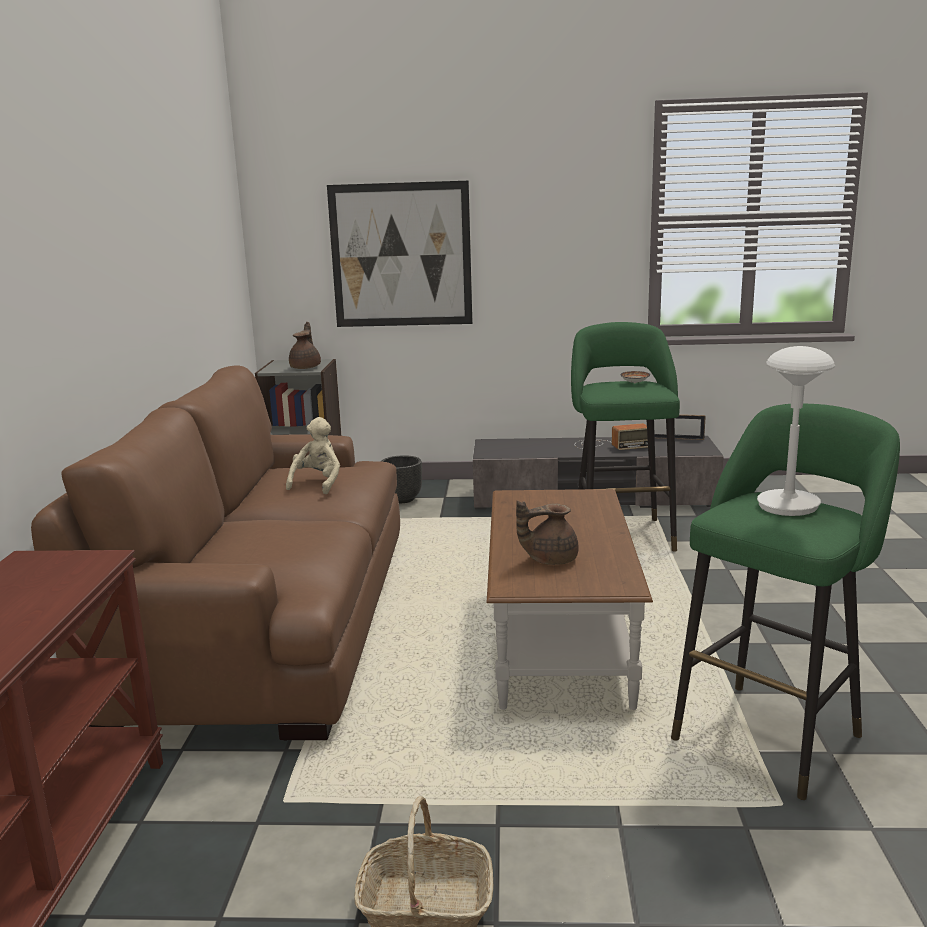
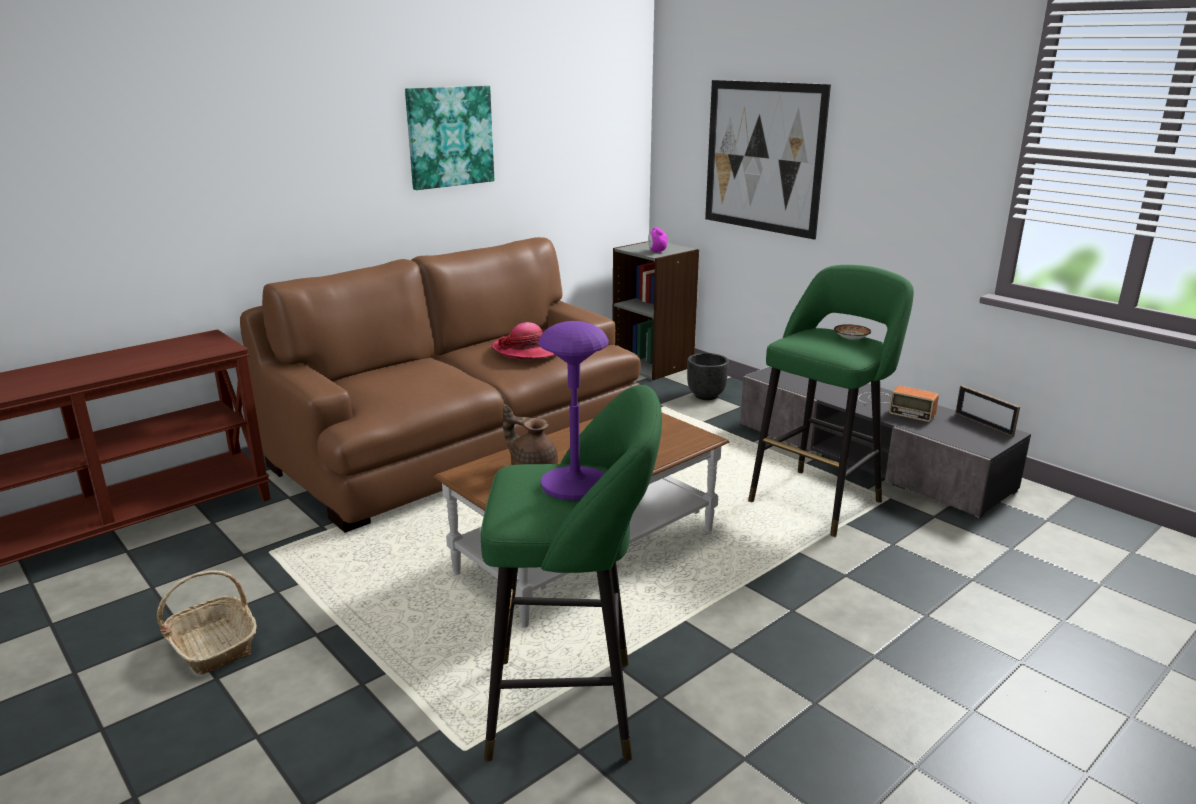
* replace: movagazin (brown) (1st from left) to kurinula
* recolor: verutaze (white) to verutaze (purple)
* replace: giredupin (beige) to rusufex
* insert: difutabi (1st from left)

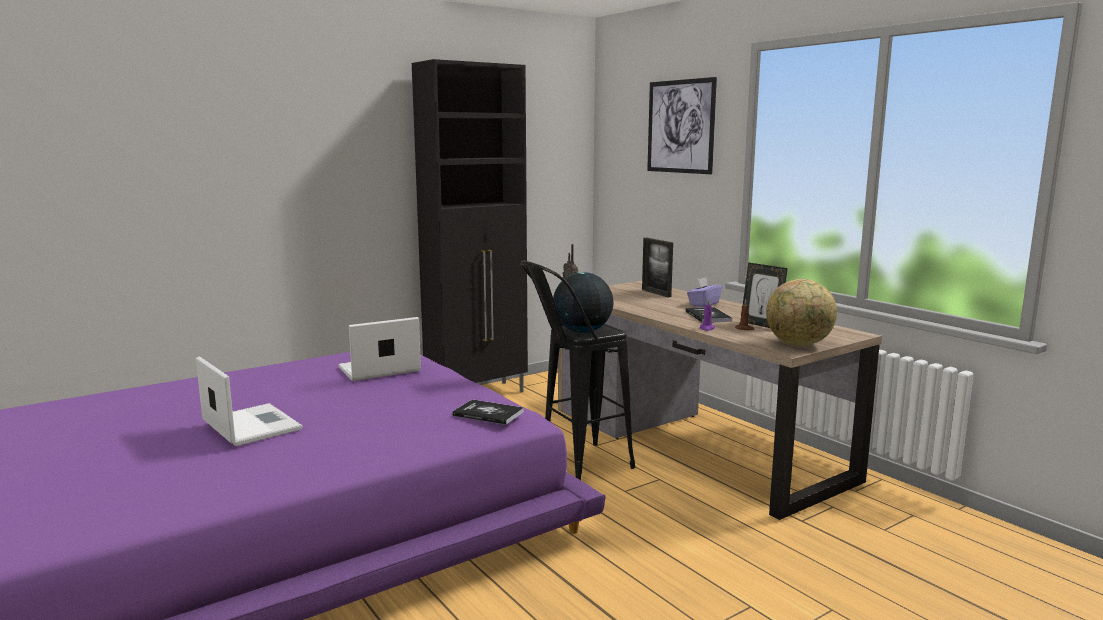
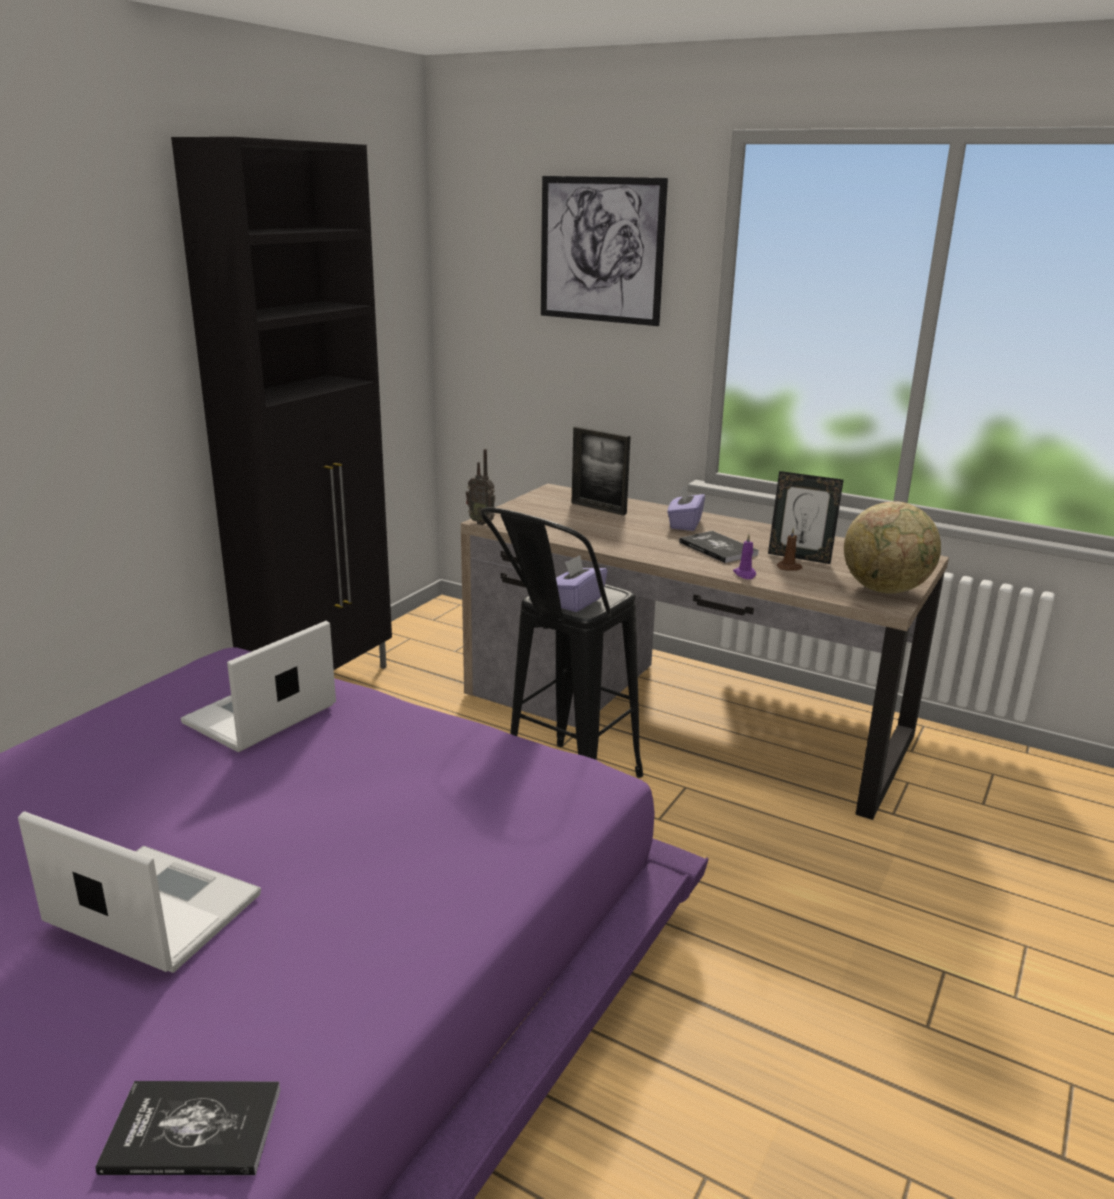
* replace: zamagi (1st from left) to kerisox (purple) (1st from left)
* move: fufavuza (1st from left)

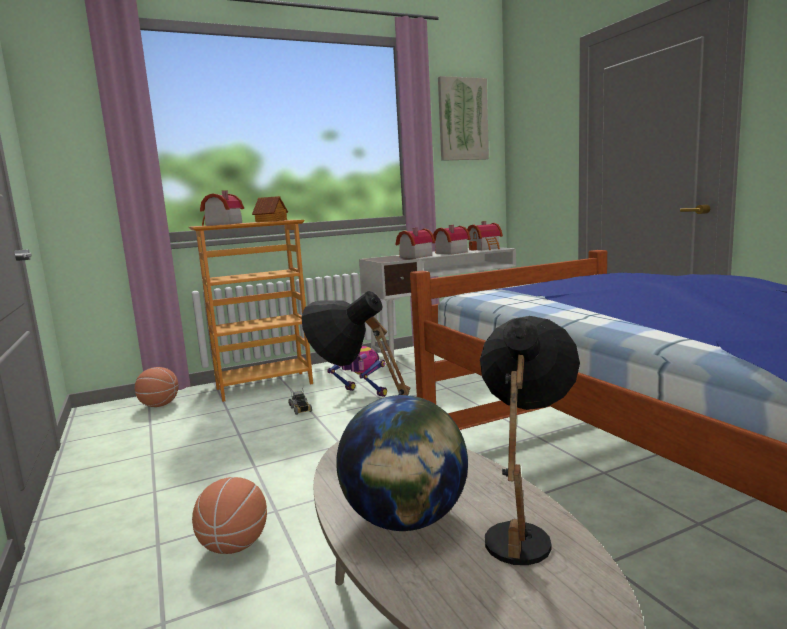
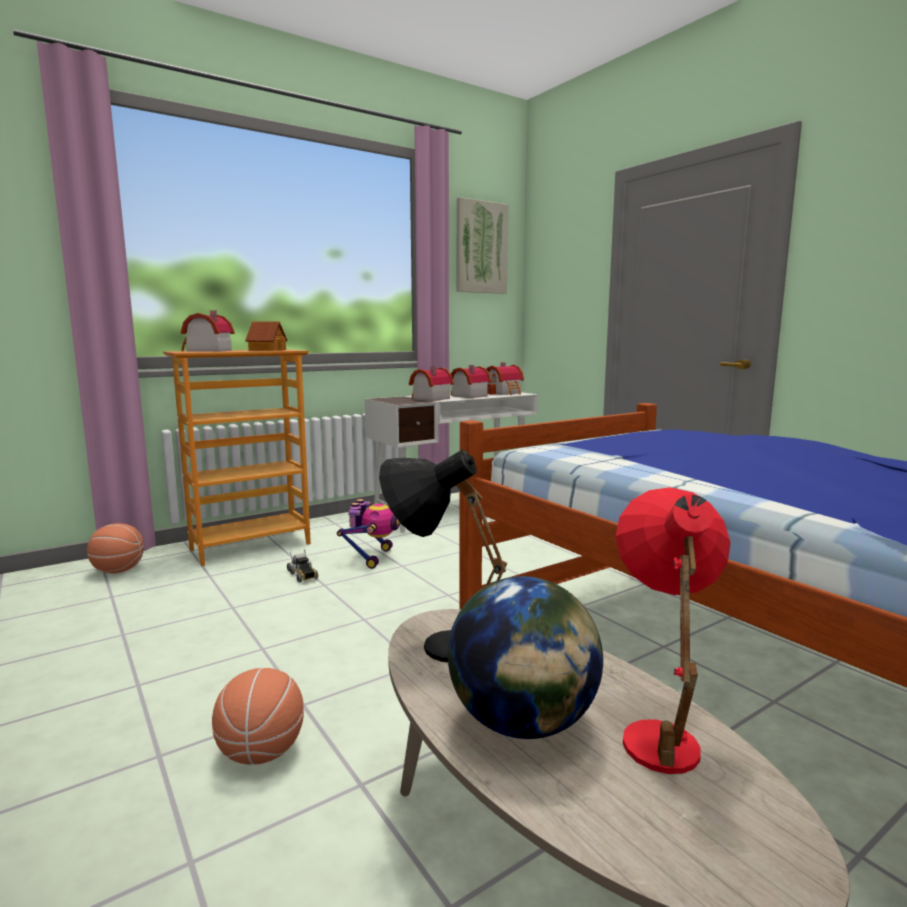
* recolor: verutaze (black) (2nd from left) to verutaze (red)
* rotate: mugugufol 75 degrees clockwise

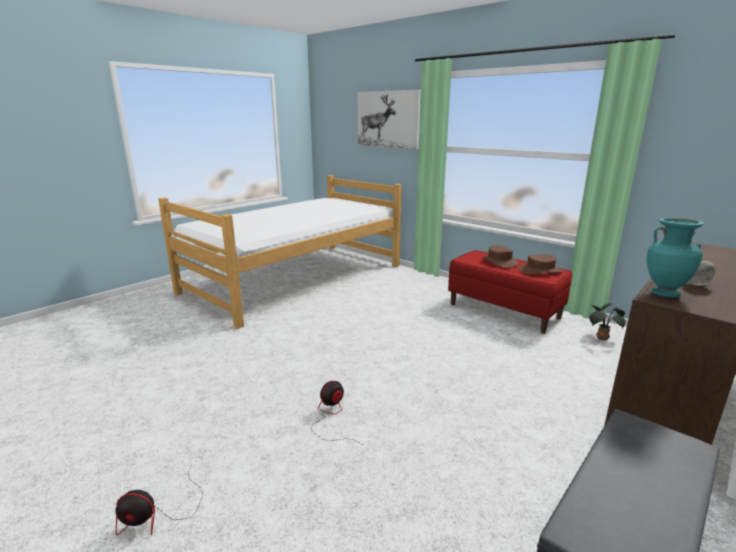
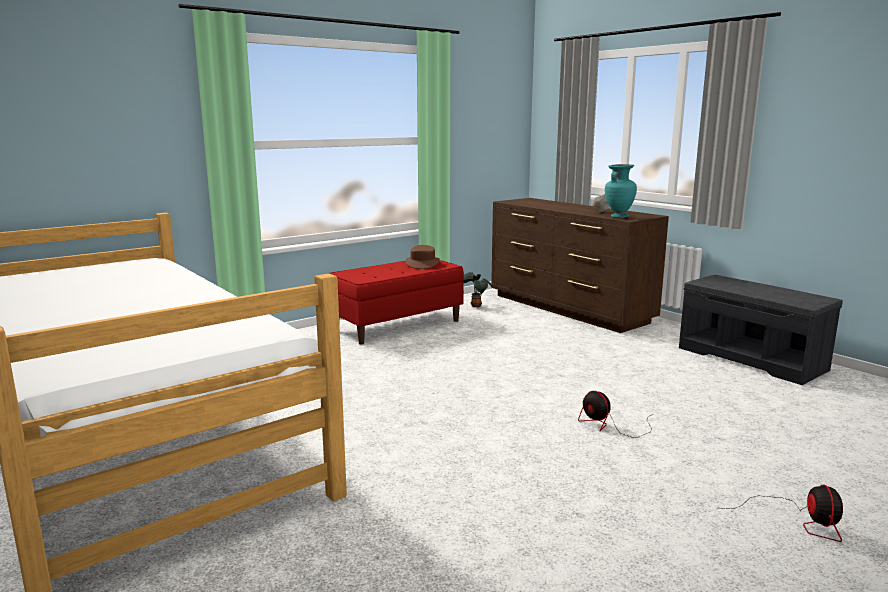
* delete: difutabi
* delete: rusufex (brown) (1st from left)

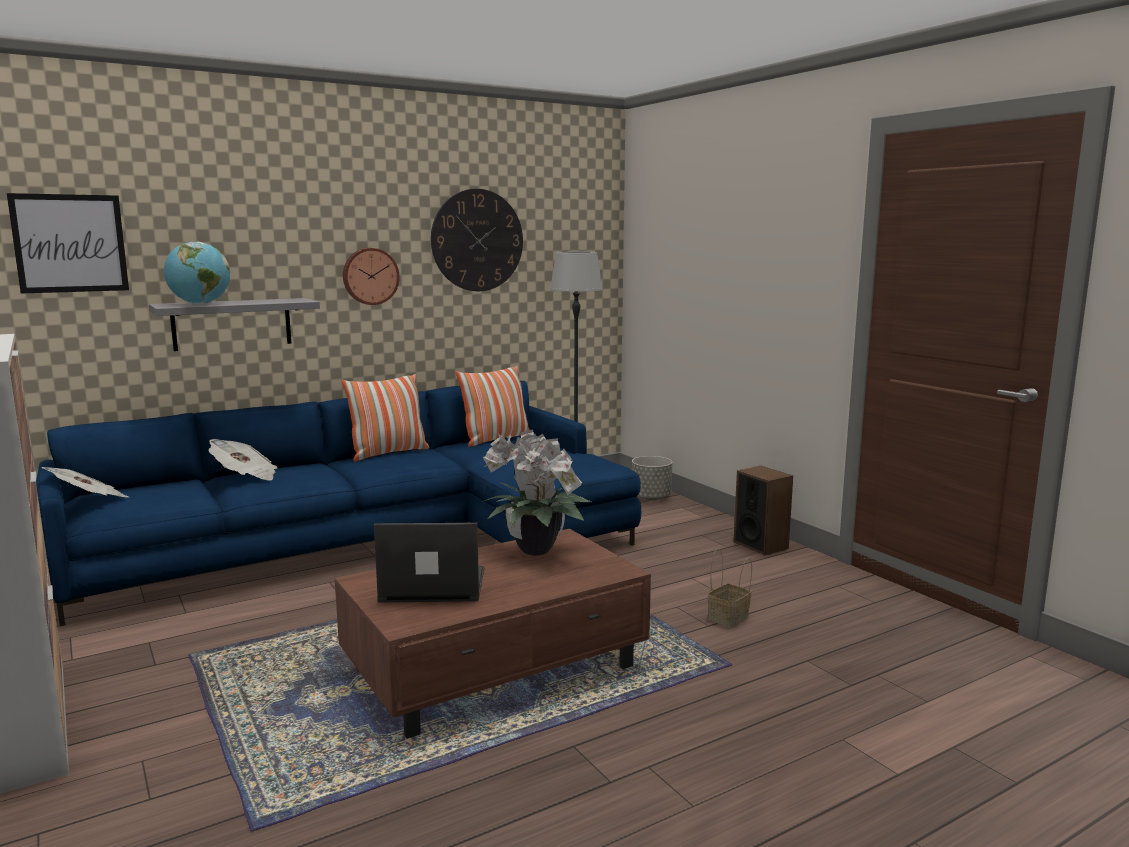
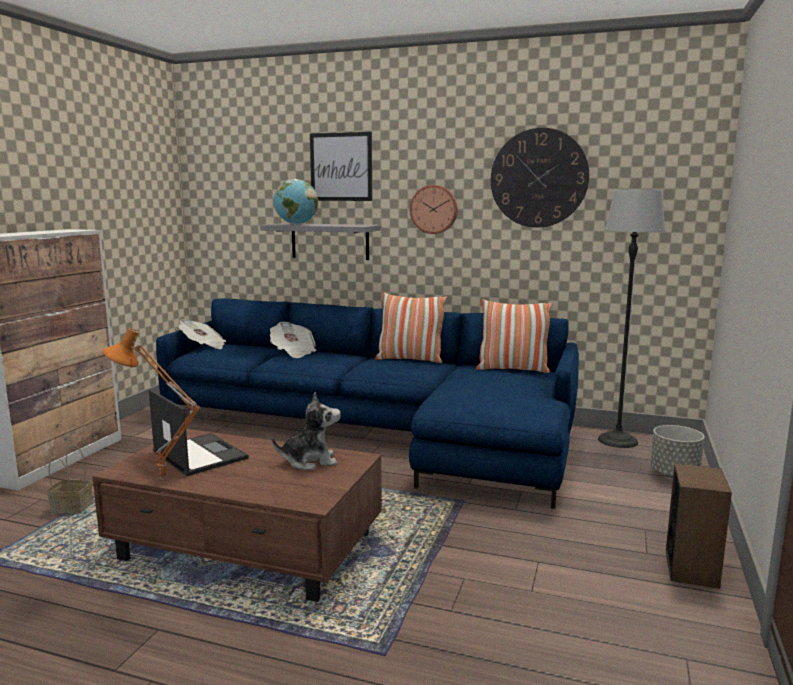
* move: difutabi
* replace: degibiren to giredupin
* move: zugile
* insert: verutaze (orange)

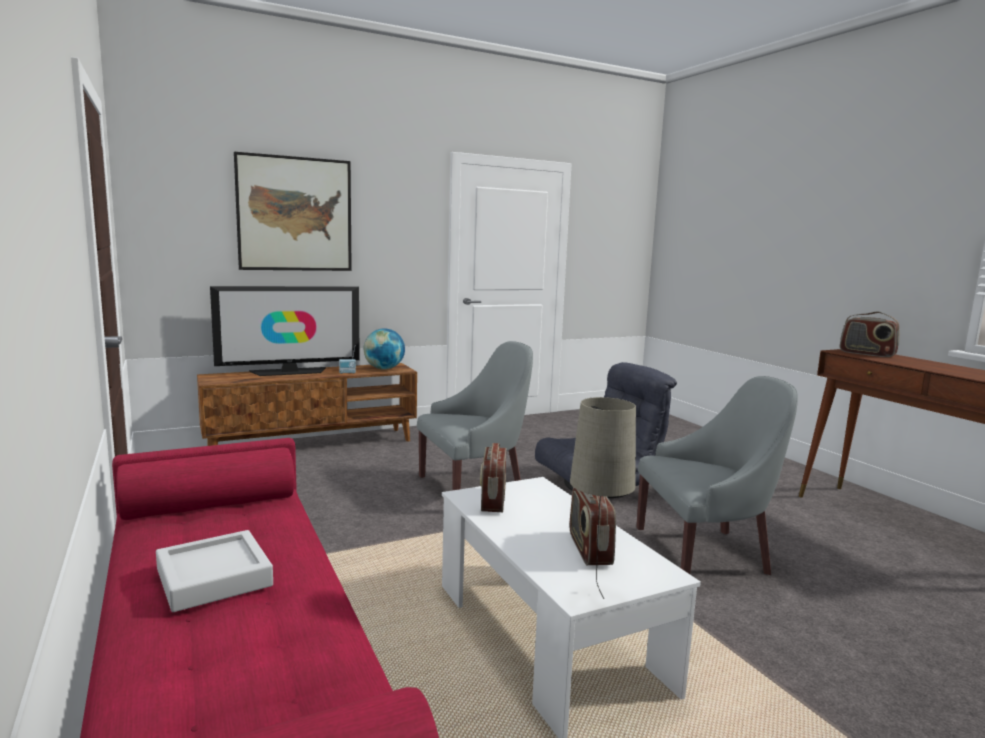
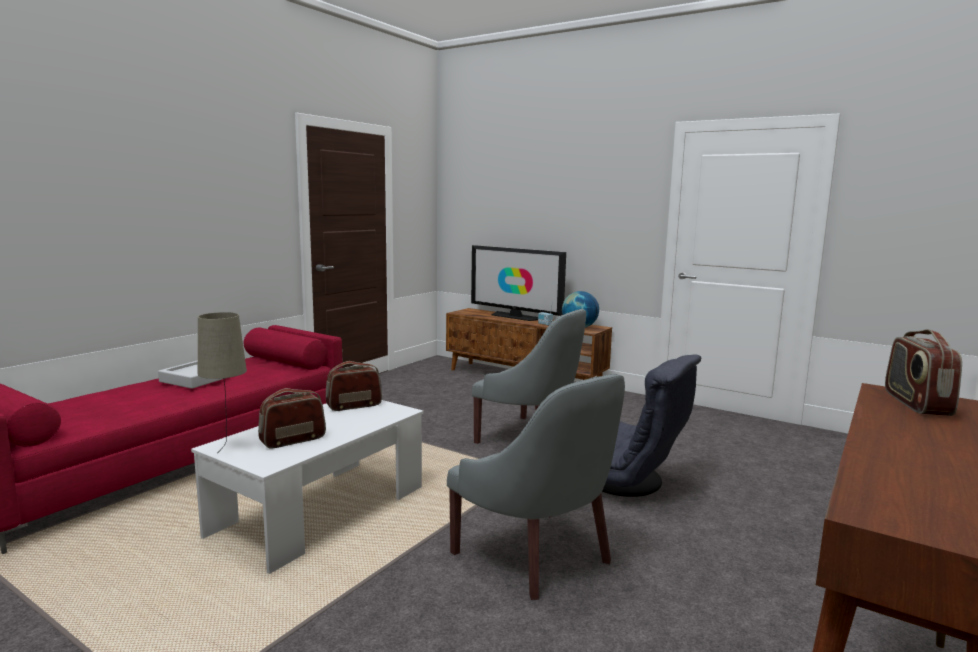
* delete: difutabi

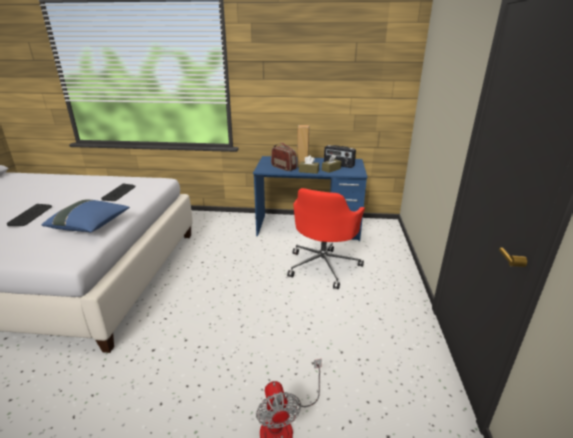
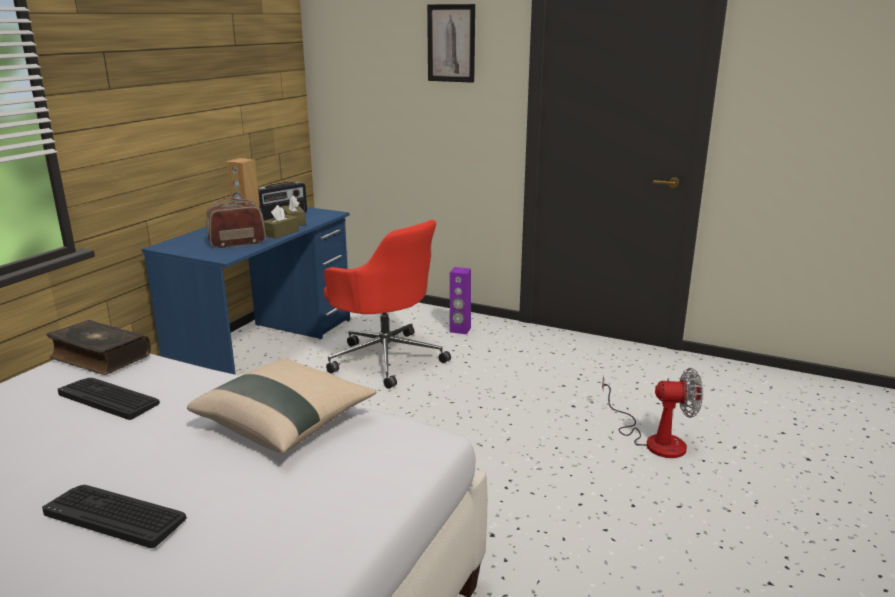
* recolor: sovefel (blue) to sovefel (beige)
* insert: difutabi
* insert: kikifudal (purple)
* insert: fufavuza

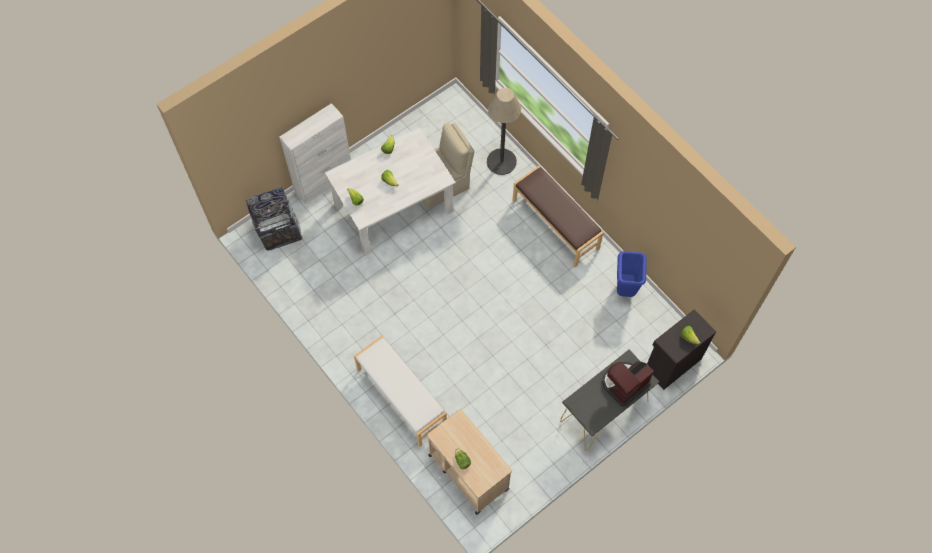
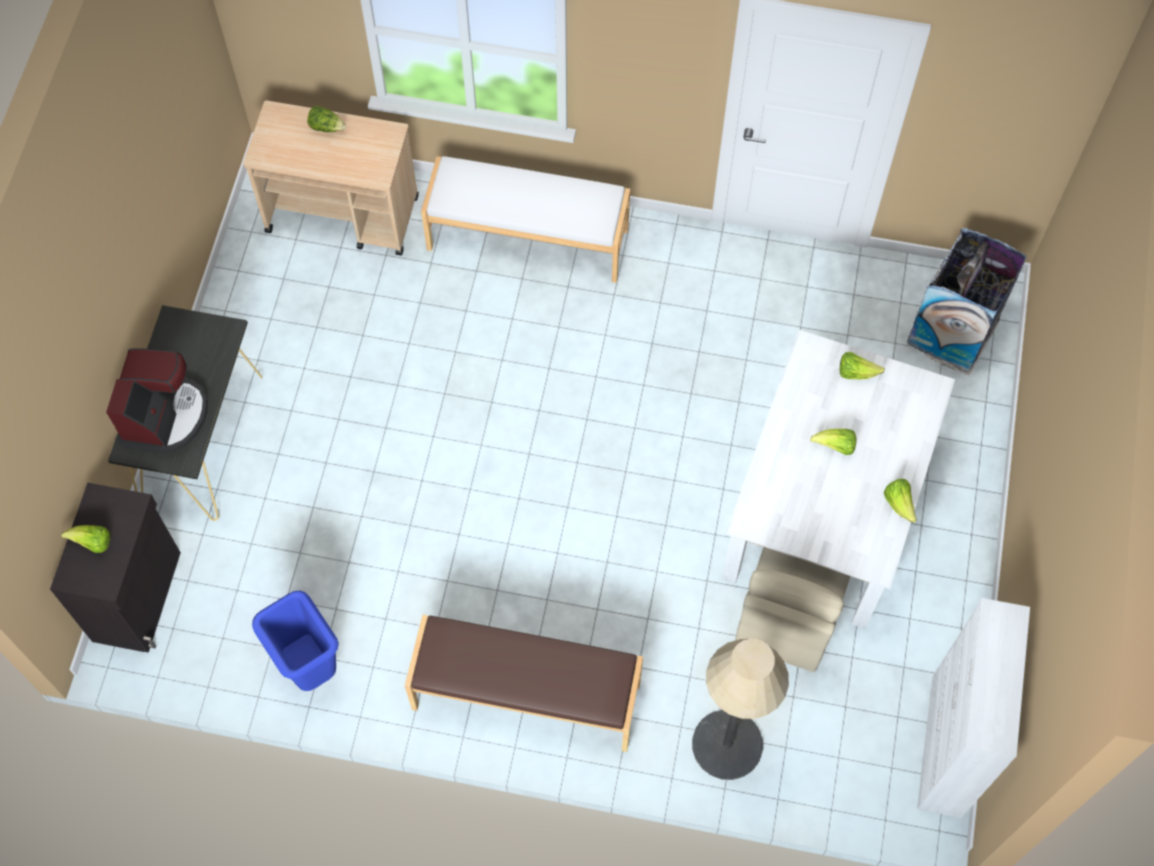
* move: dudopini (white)

